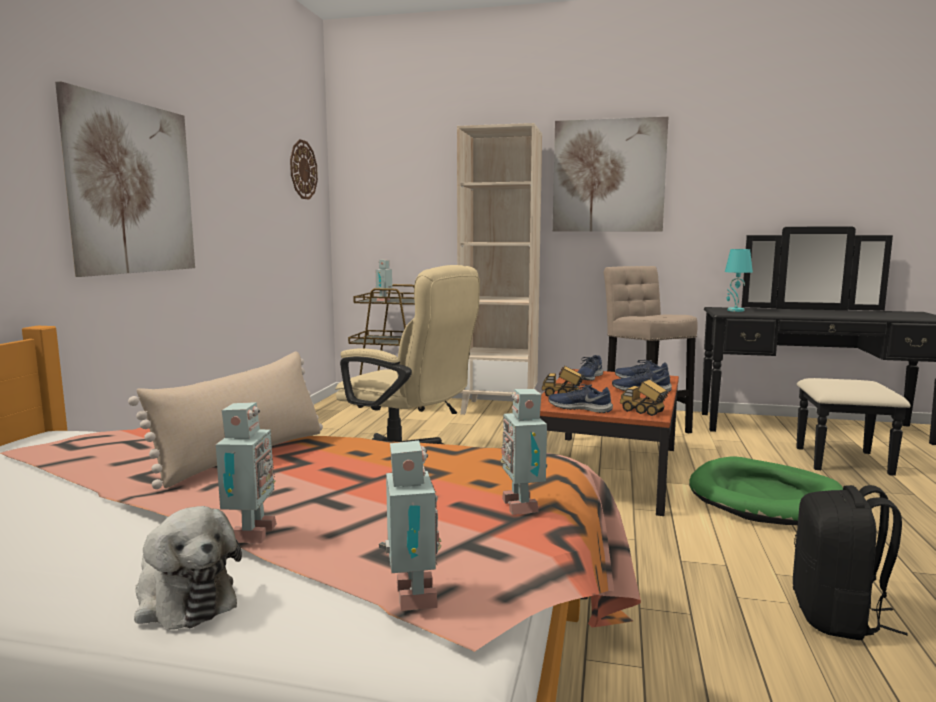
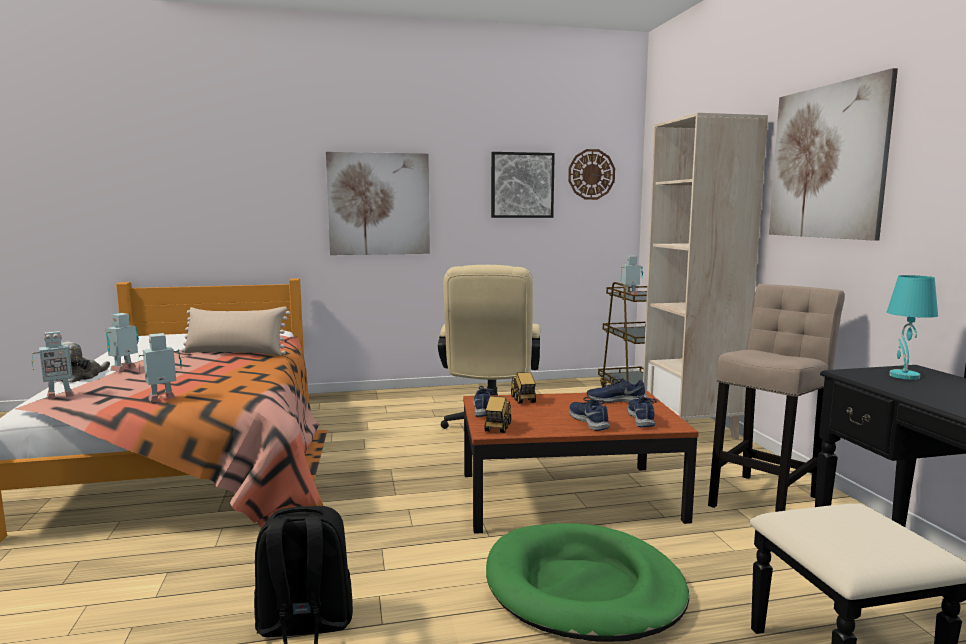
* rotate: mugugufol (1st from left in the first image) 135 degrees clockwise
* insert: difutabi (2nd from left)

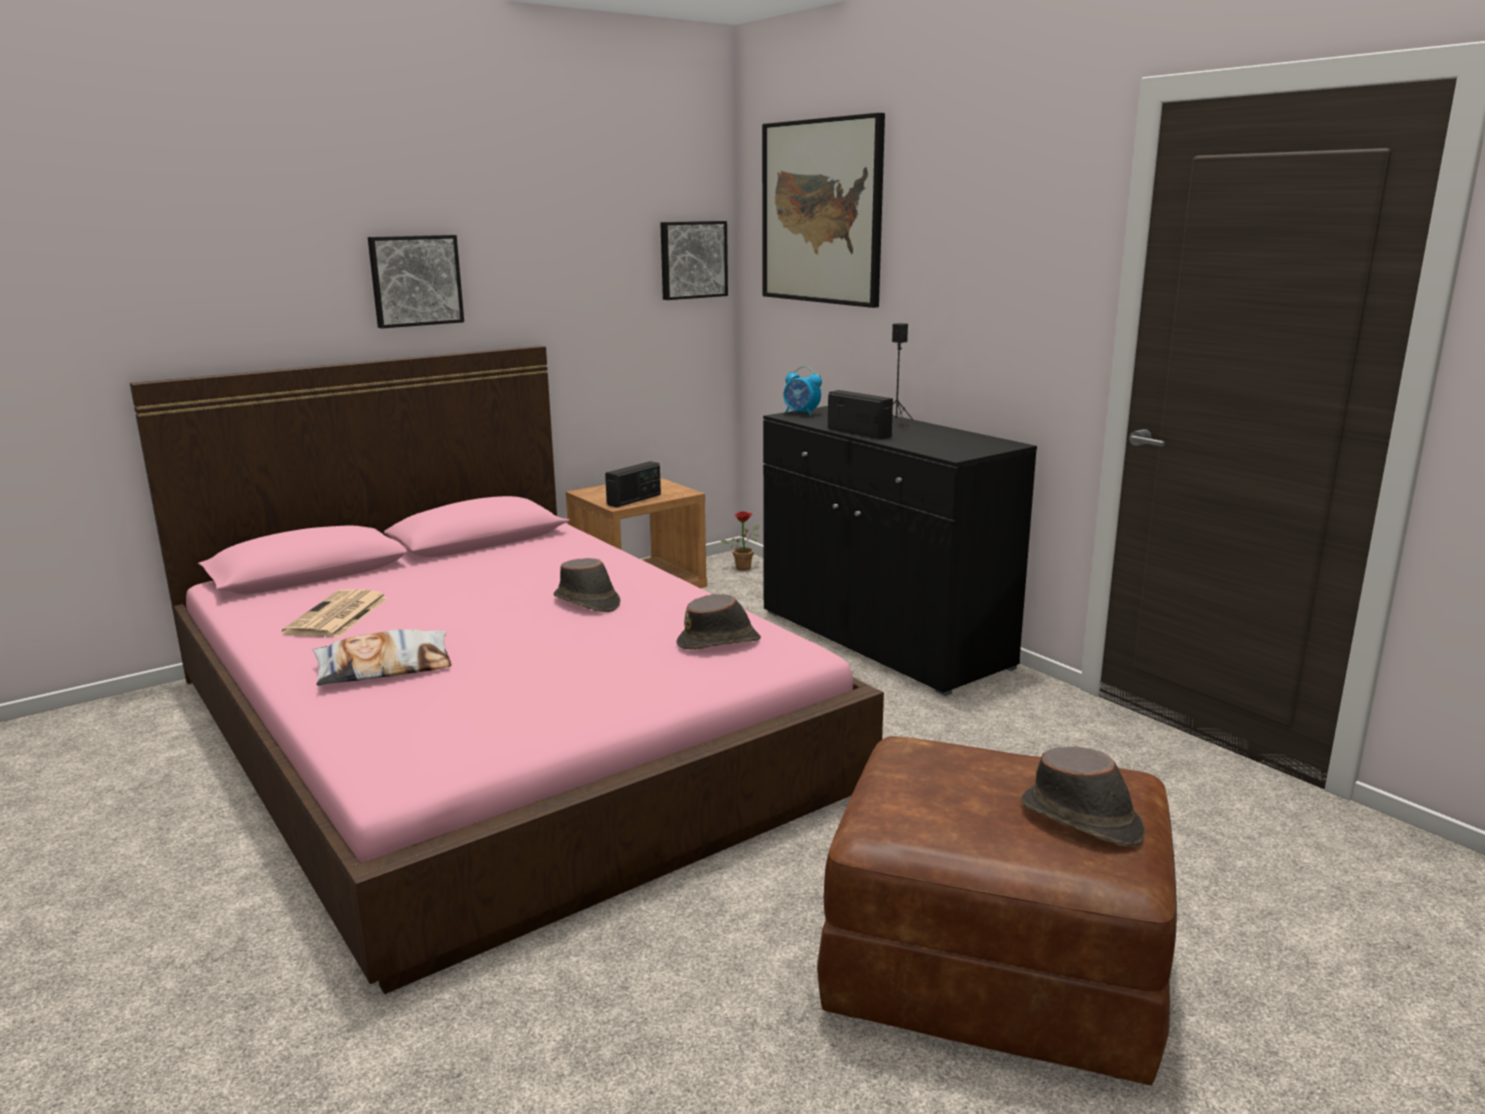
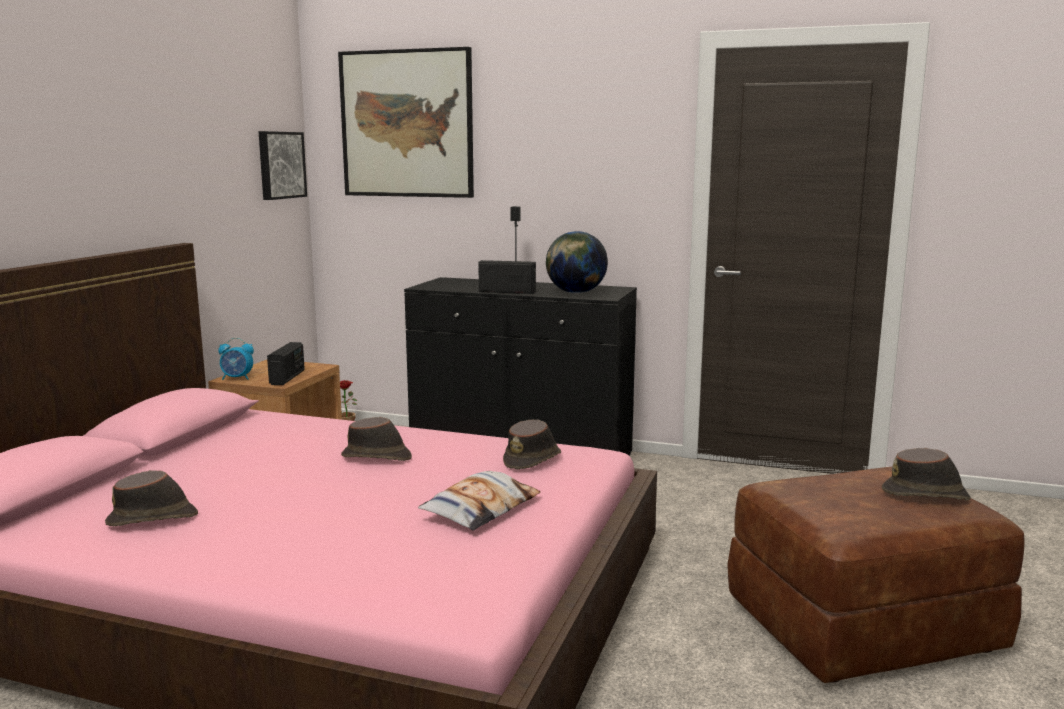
* delete: difutabi (1st from left)
* move: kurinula
* replace: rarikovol to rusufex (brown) (1st from left)
* move: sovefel
* insert: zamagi

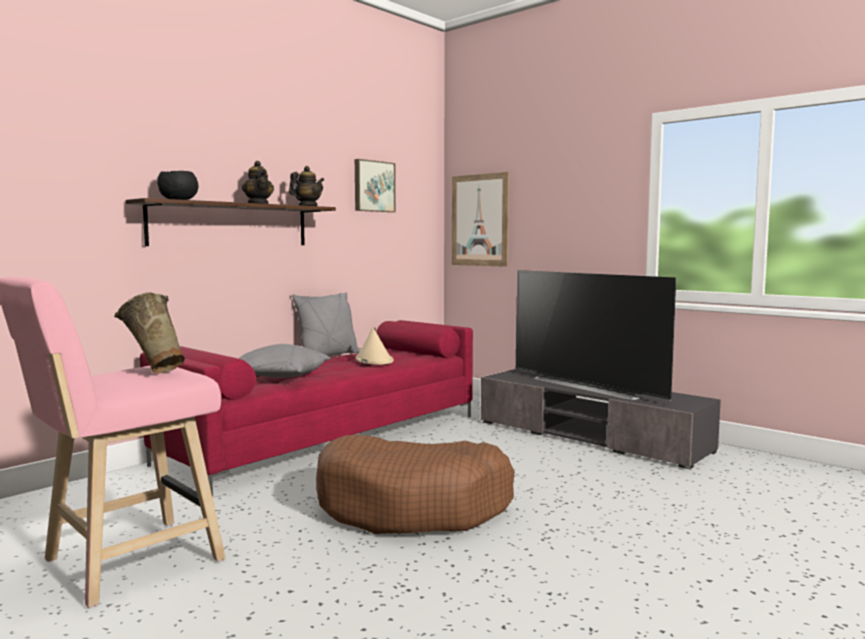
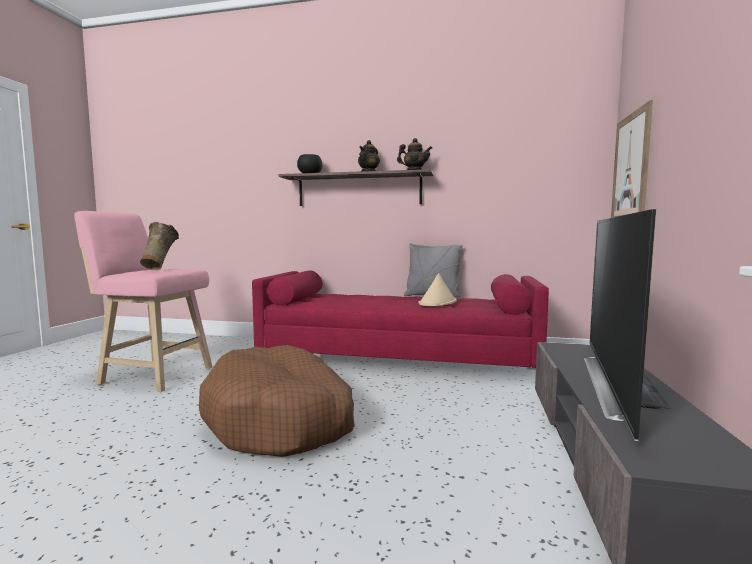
* delete: difutabi (1st from left)
* delete: sovefel (grey) (1st from left)

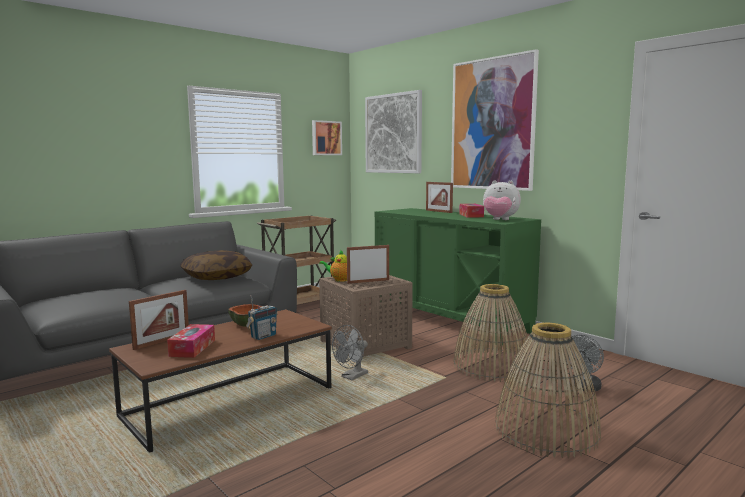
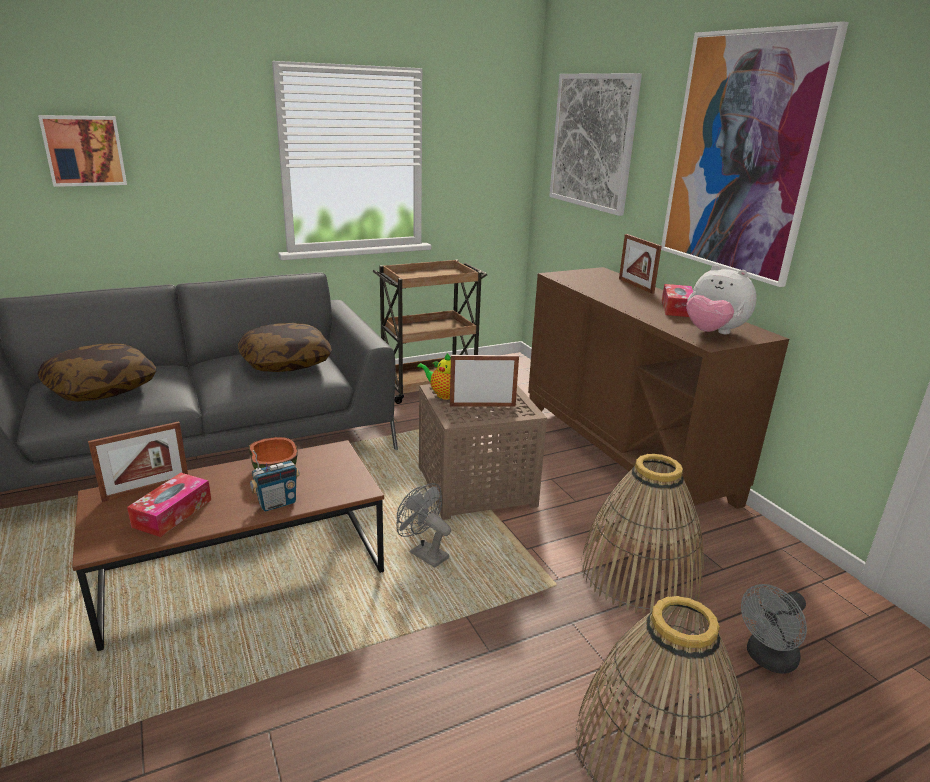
* move: difutabi (1st from left)
* recolor: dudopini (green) to dudopini (brown)
* rotate: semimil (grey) (1st from left) 75 degrees clockwise
* insert: sovefel (1st from left)

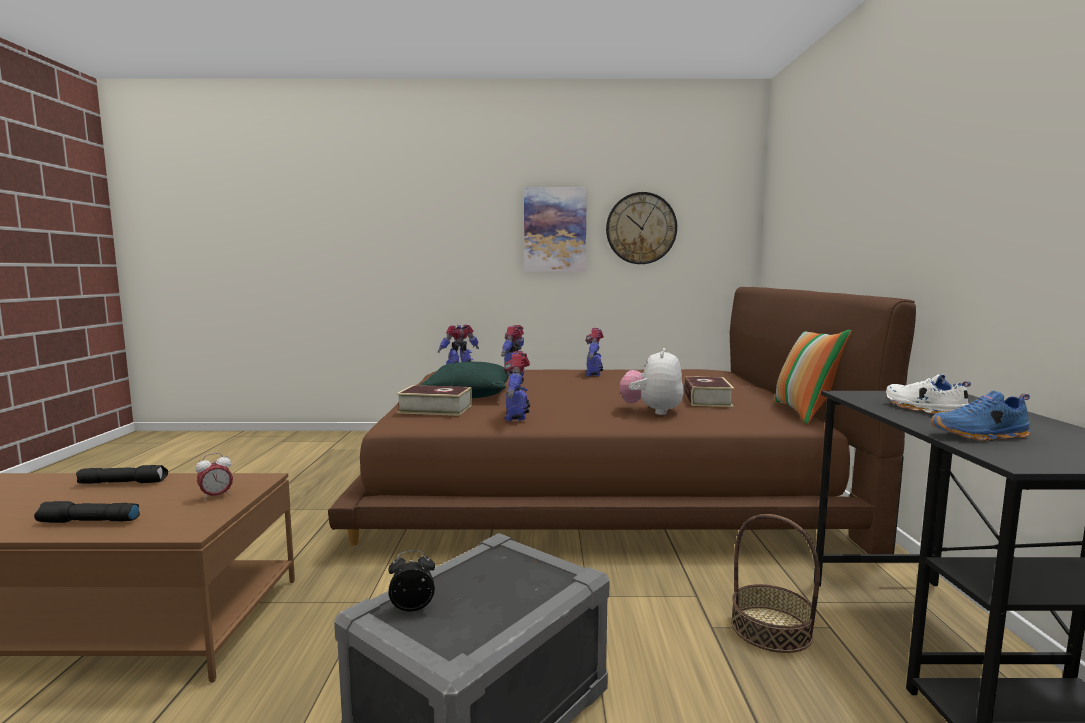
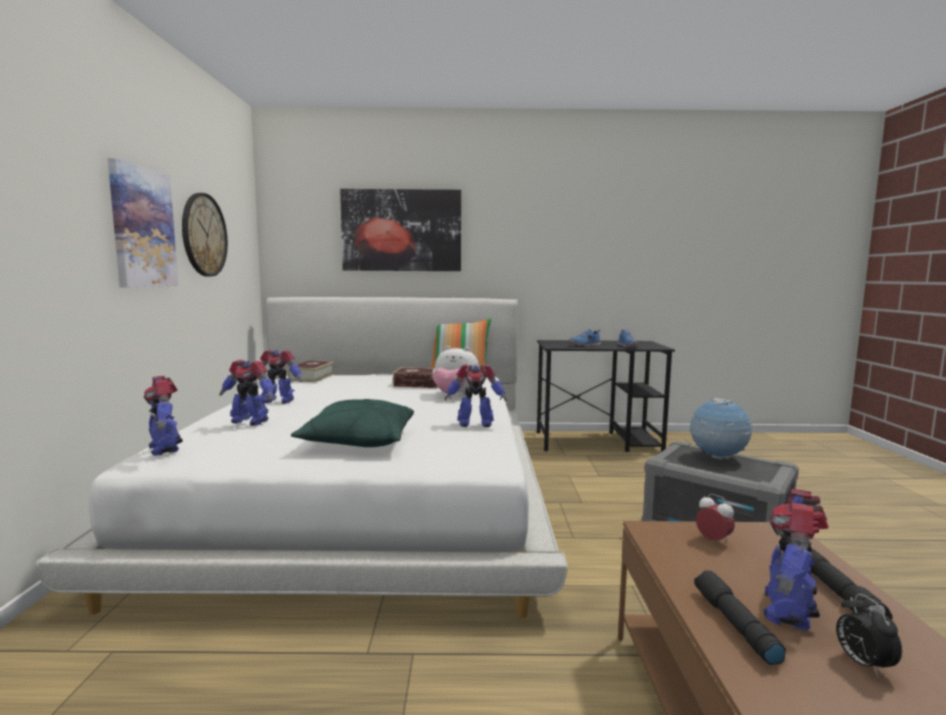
* recolor: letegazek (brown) to letegazek (white)
* recolor: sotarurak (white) to sotarurak (blue) (1st from left)
* move: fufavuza (1st from left)
* delete: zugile
* move: kurinula (2nd from left)
* insert: difutabi (2nd from left)
* insert: zamagi
* insert: mugugufol (5th from left)

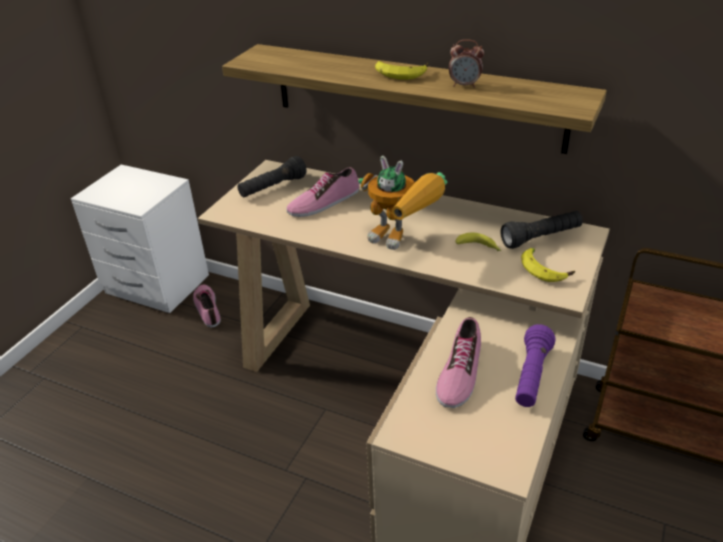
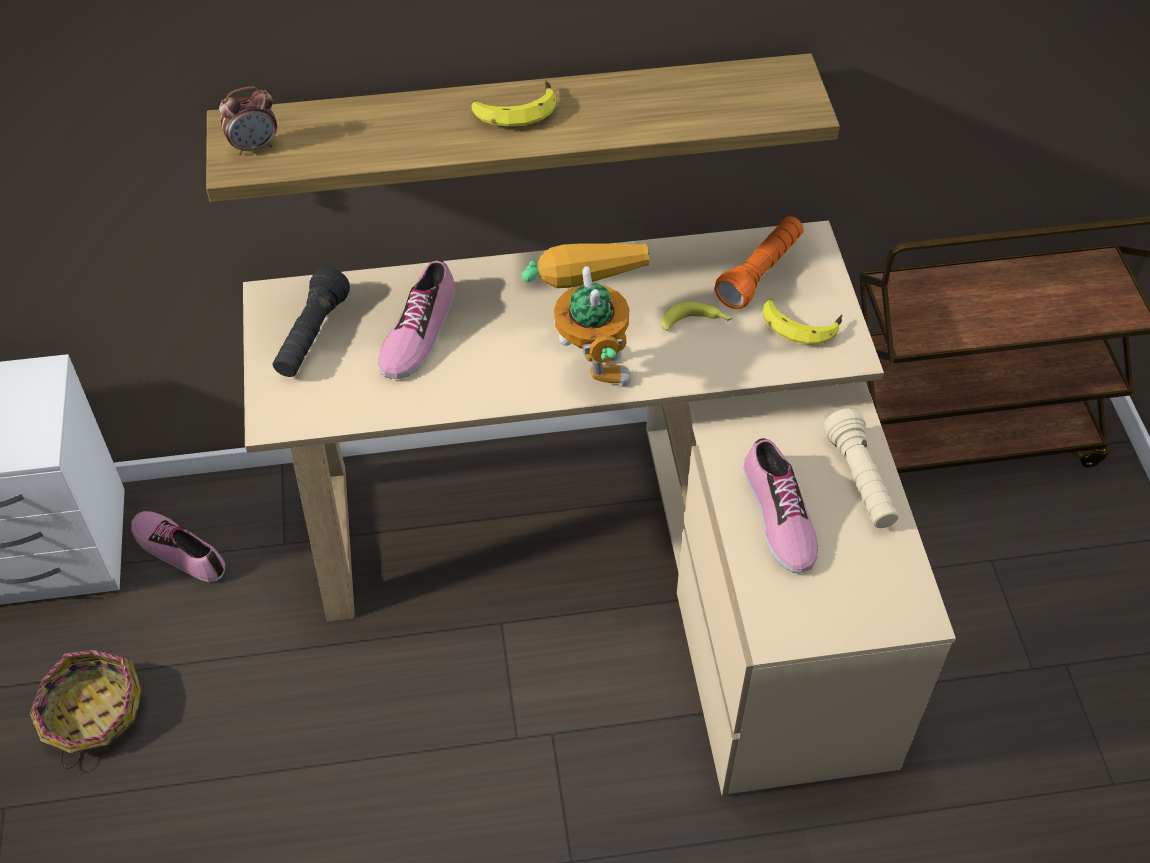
* move: kurinula
* rotate: mugugufol 105 degrees counterclockwise
* recolor: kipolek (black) (2nd from left) to kipolek (orange)
* recolor: kipolek (purple) to kipolek (beige)
* insert: zugile

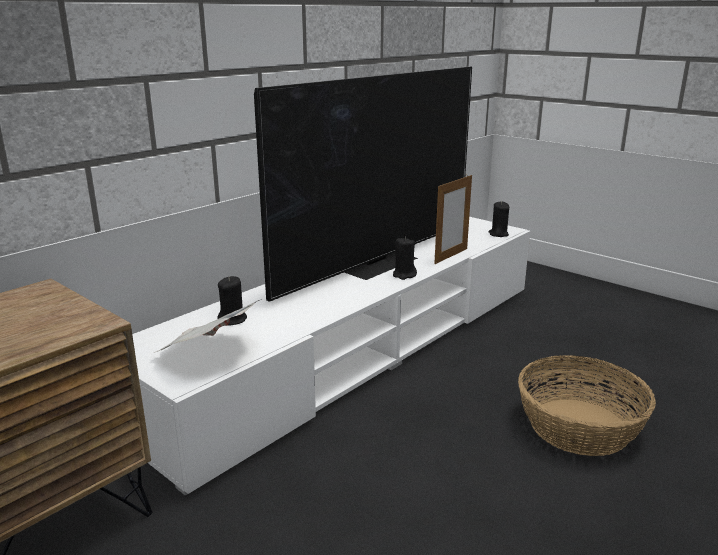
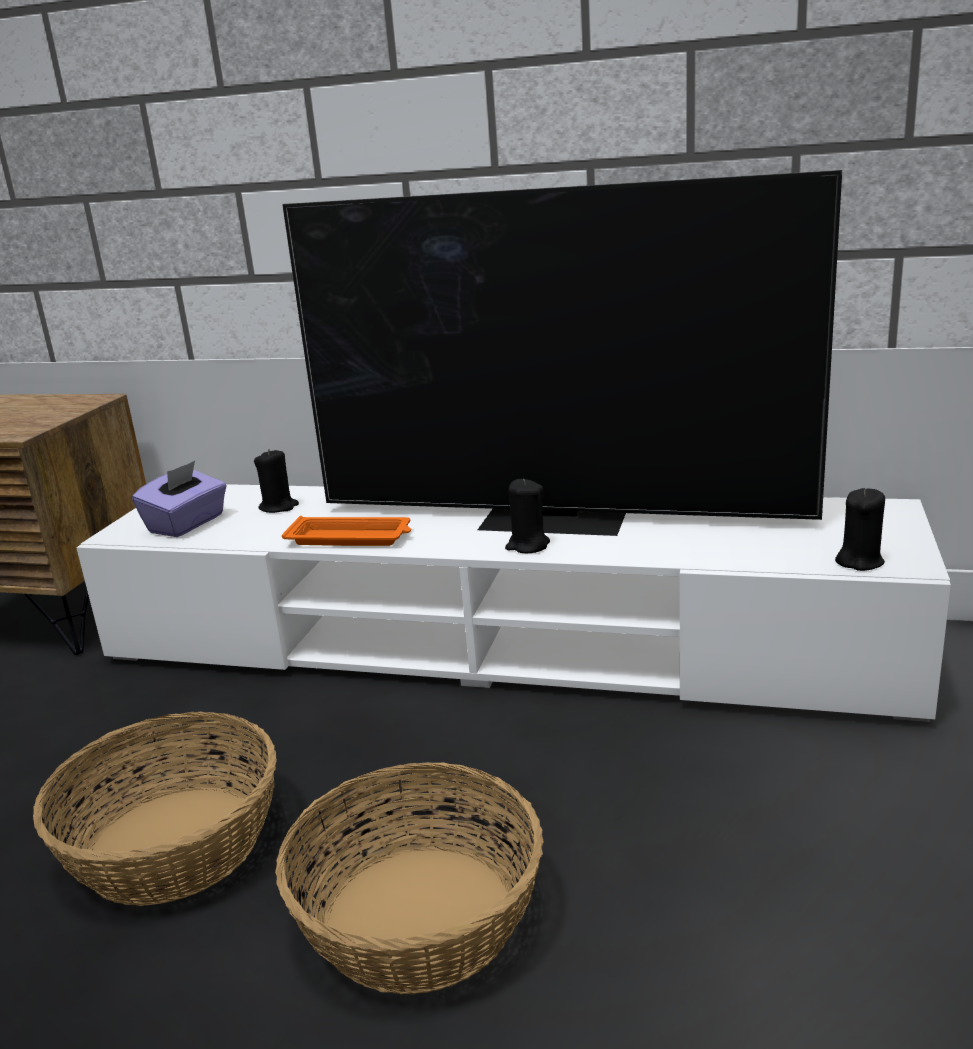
* delete: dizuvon
* replace: rarikovol to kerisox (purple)
* insert: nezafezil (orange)
* insert: zugile (1st from left)

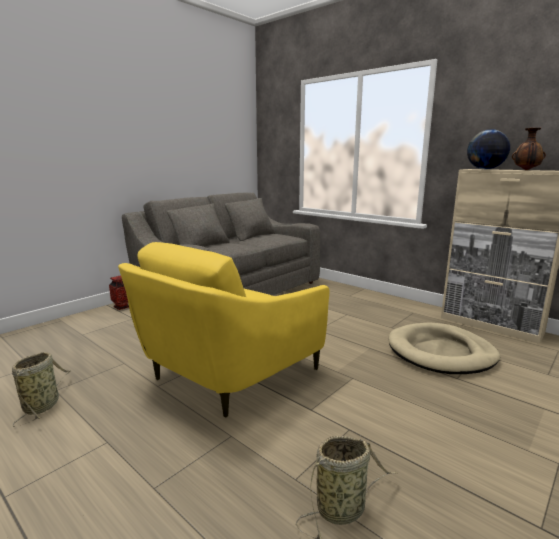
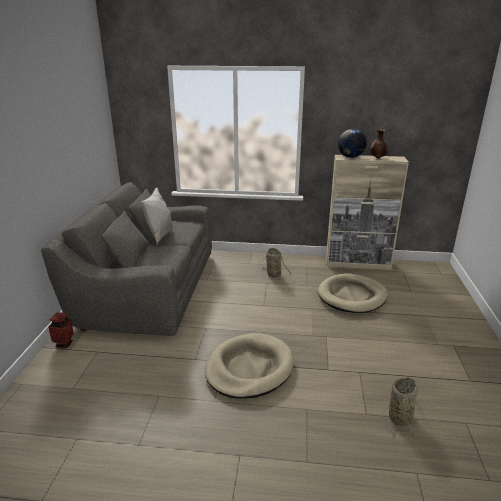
* replace: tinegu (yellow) to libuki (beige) (1st from left)
* move: zugile (1st from left)
* insert: sovefel (white)

